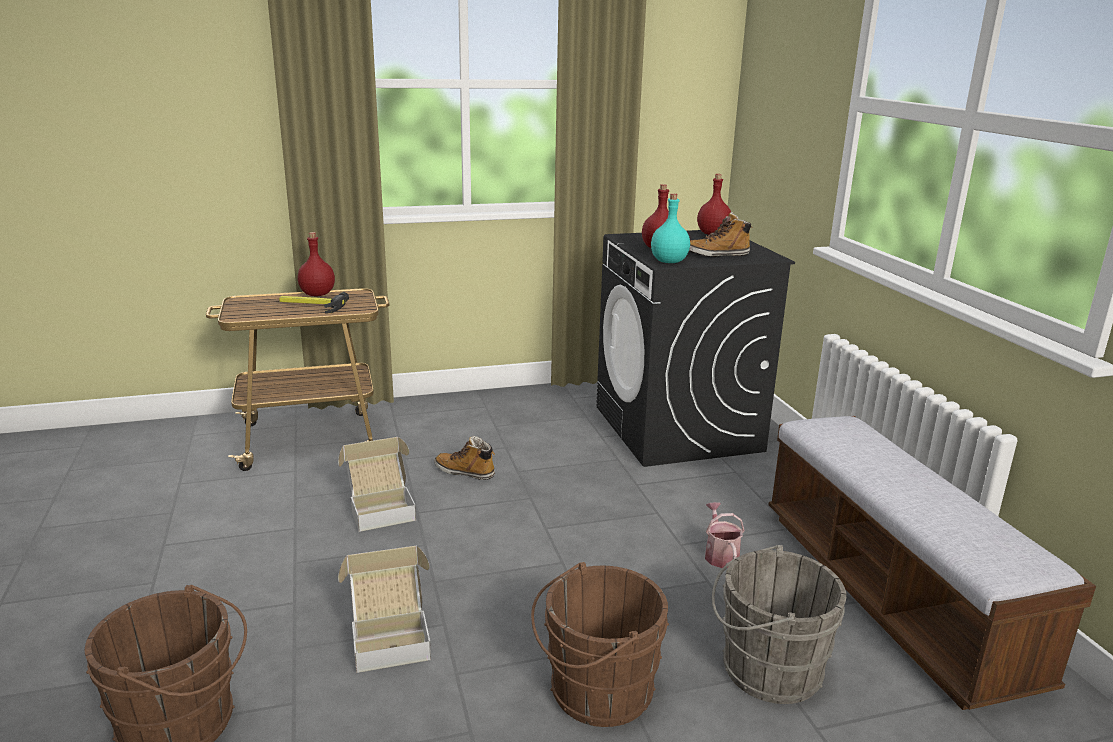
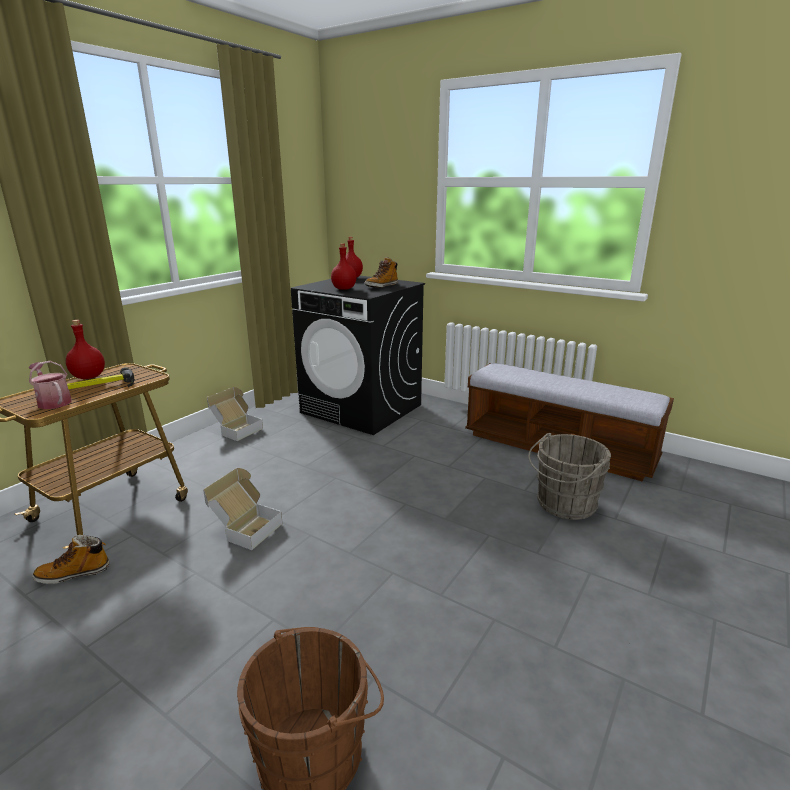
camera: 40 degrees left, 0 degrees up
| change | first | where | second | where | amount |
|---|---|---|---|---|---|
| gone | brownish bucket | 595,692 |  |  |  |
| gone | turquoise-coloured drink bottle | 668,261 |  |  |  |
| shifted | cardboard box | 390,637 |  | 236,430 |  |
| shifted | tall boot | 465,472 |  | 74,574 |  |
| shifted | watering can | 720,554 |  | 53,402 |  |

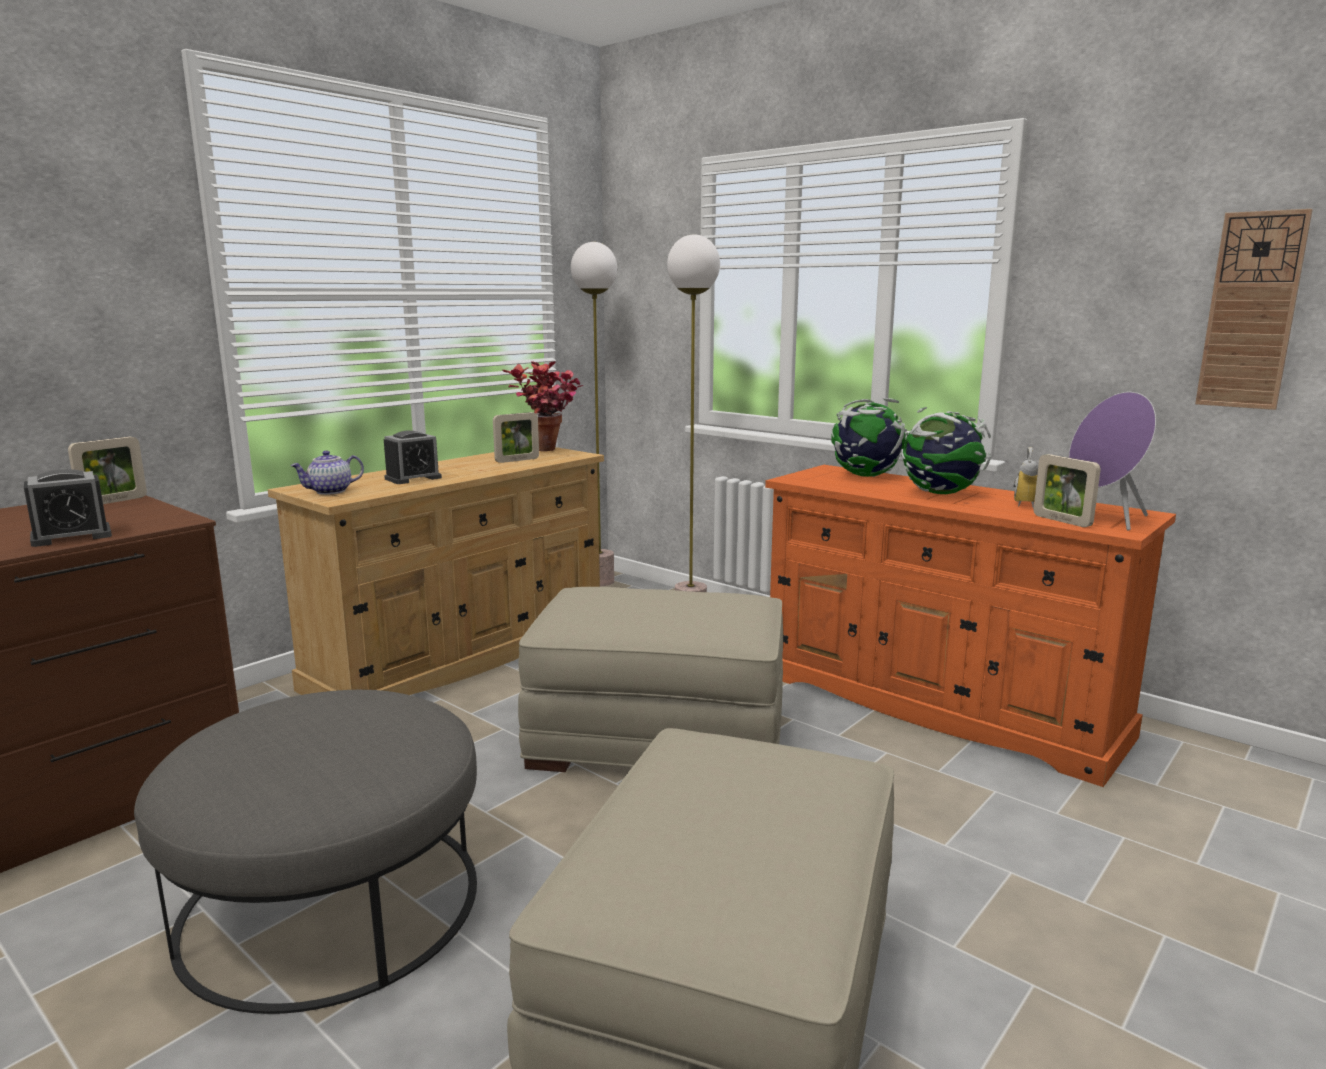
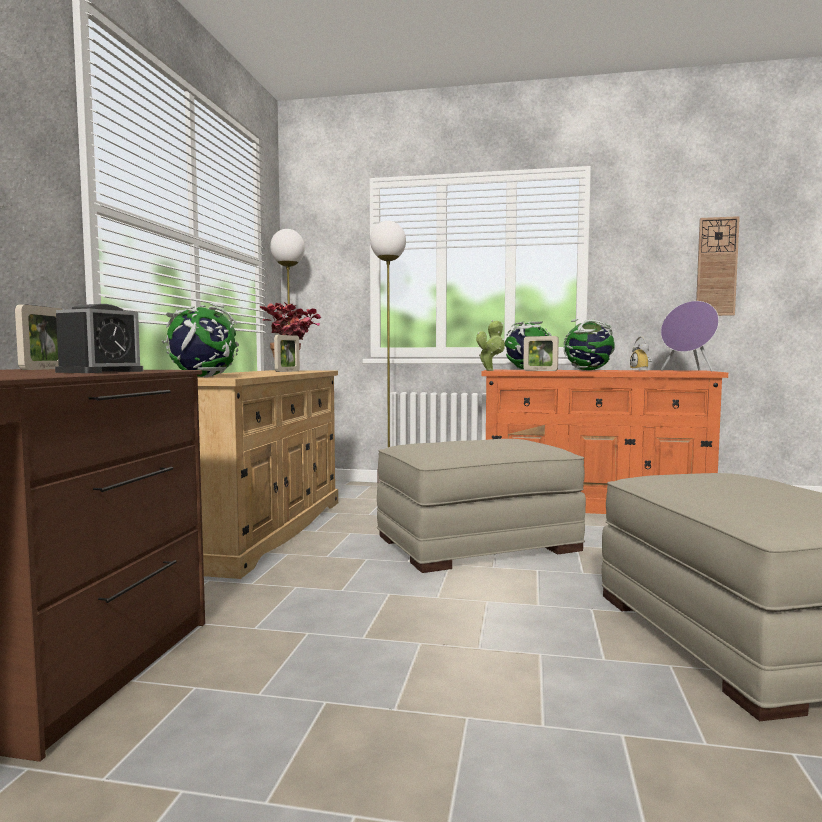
camera: 30 degrees left, 10 degrees down
| change | first | where | second | where | amount |
|---|---|---|---|---|---|
| gone | grey pouffe | 330,902 |  |  |  |
| gone | table clock | 413,478 |  |  |  |
| new |  |  | potted plant | 490,370 |  |
| shifted | standing frame | 1062,521 |  | 540,370 |  |
| swapped | teapot | 330,492 | desk globe | 203,377 |  |

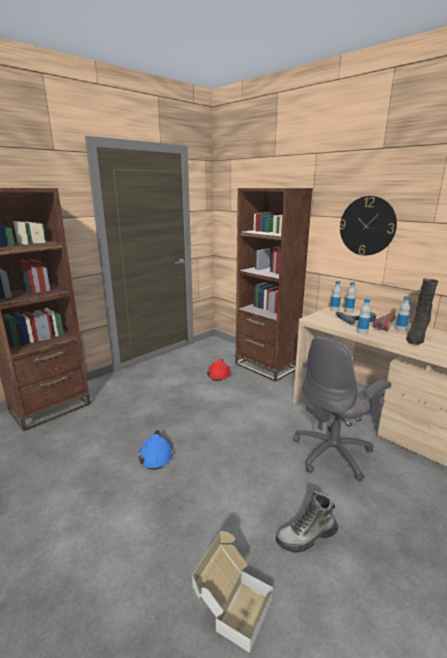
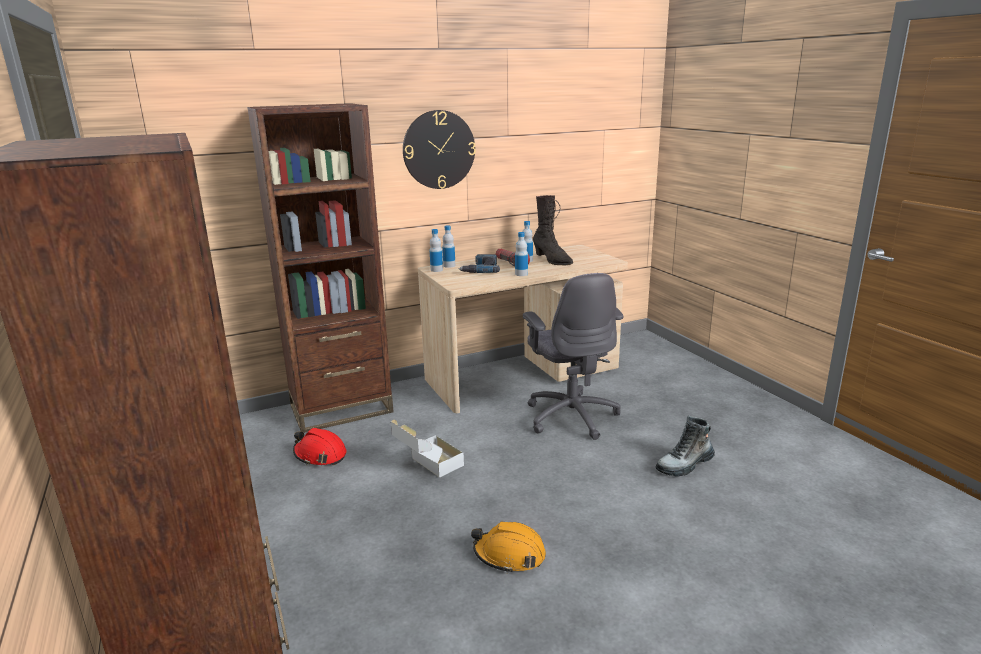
camera: 70 degrees left, 0 degrees up
| change | first | where | second | where | amount |
|---|---|---|---|---|---|
| shifted | cardboard box | 232,606 |  | 427,467 |  |
| repainted | blue work helmet | 156,455 | orange-coloured work helmet | 509,555 |  |
| rotated | tall boot | 306,537 |  | 685,465 | 60 degrees clockwise |

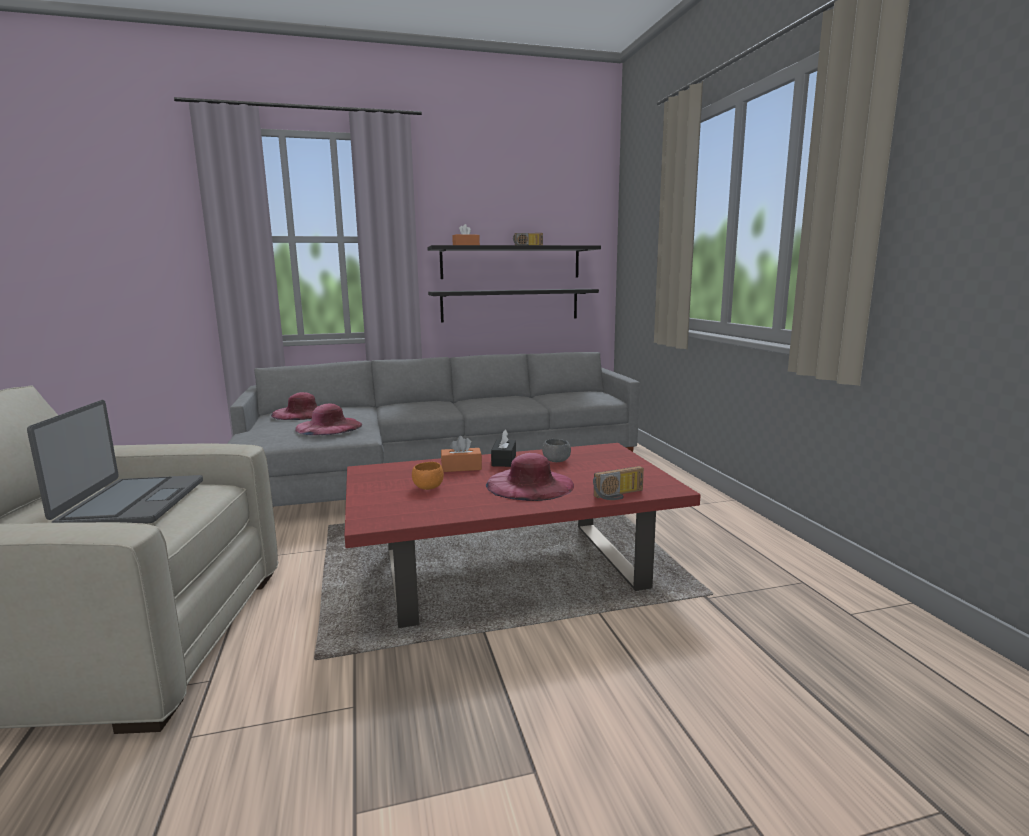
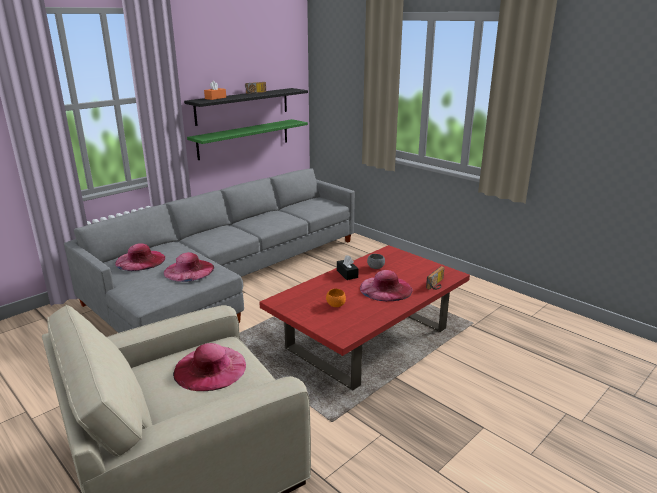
camera: 30 degrees left, 10 degrees up
| change | first | where | second | where | amount |
|---|---|---|---|---|---|
| gone | orange-coloured box of tissues | 461,467 |  |  |  |
| swapped | notebook computer | 131,503 | pinkish hat | 210,368 |  |
| repainted | black-coloured bracket shelf | 510,305 | green bracket shelf | 244,139 |  |

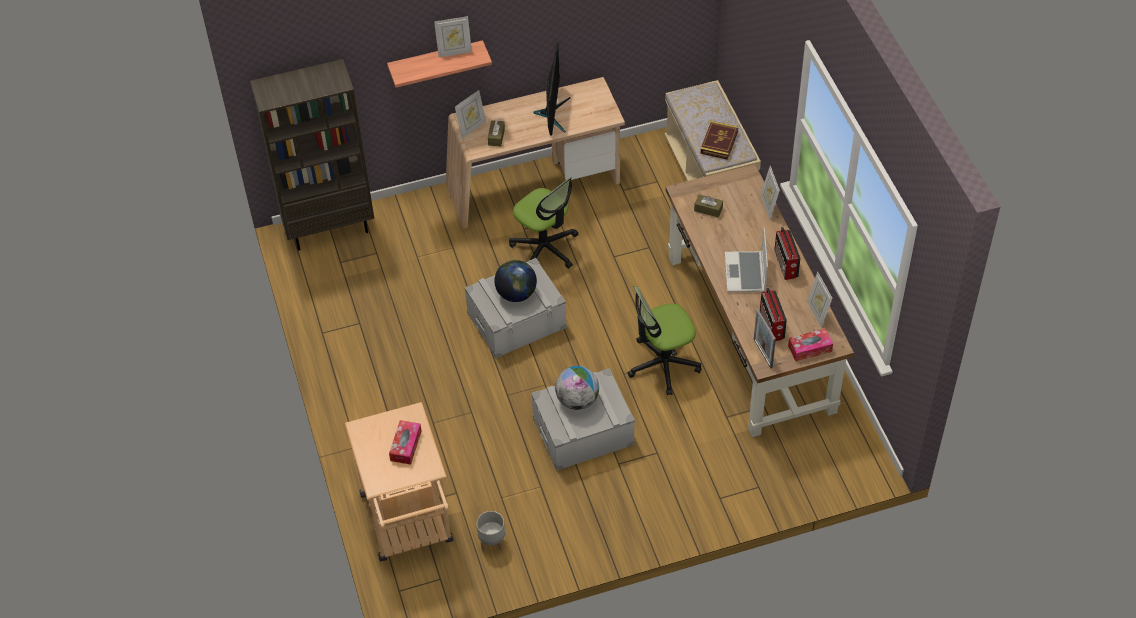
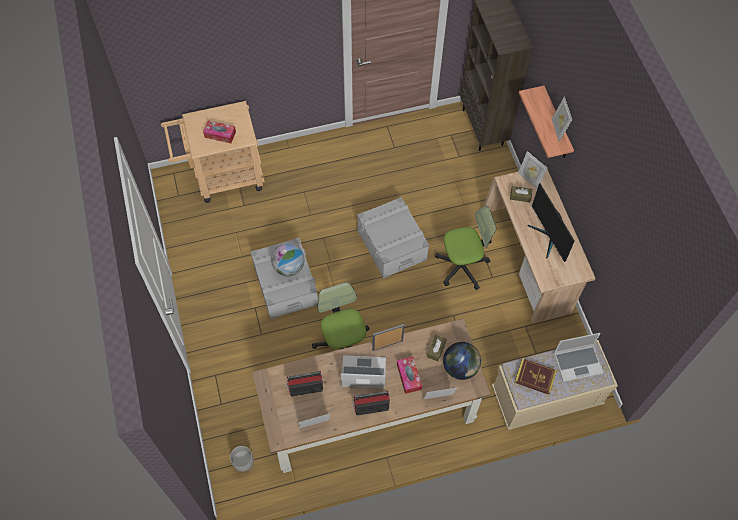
camera: 90 degrees right, 10 degrees up
| change | first | where | second | where | amount |
|---|---|---|---|---|---|
| new |  |  | notebook computer | 578,362 |  |
| shifted | grey plant pot | 491,542 |  | 244,464 |  |
| shifted | desk globe | 516,293 |  | 460,367 |  |
| shifted | standing frame | 762,353 |  | 387,345 |  |
| shifted | box of tissues | 809,348 |  | 408,377 |  |
| rotated | office chair | 545,248 |  | 462,266 | 150 degrees counterclockwise |
| rotated | computer display | 553,113 |  | 548,237 | 60 degrees clockwise |

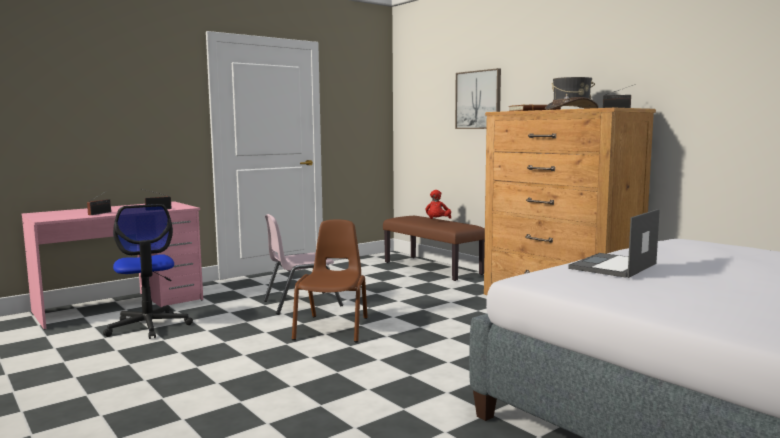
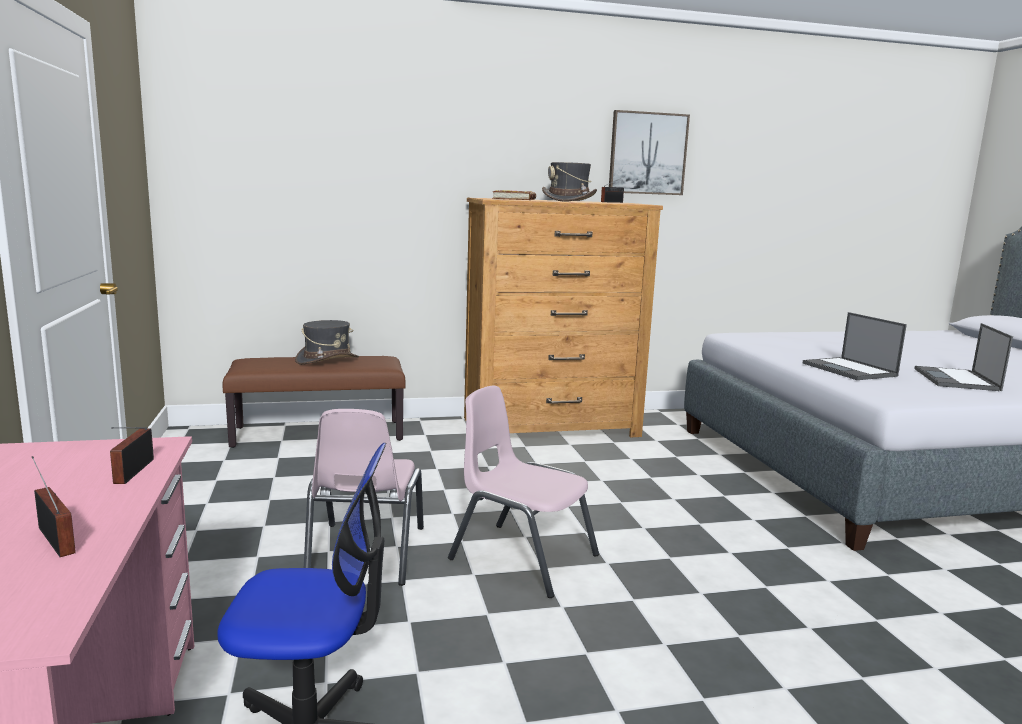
camera: 65 degrees left, 5 degrees up
| change | first | where | second | where | amount |
|---|---|---|---|---|---|
| new |  |  | notebook computer | 957,380 |  |
| shifted | wall art | 478,100 |  | 647,153 |  |
| swapped | reddish plush toy | 437,221 | grey hat | 327,360 |  |
| repainted | brownish upright chair | 333,328 | pinkish upright chair | 522,557 |  |

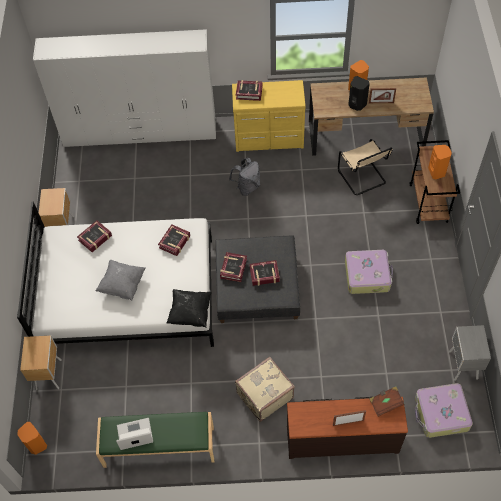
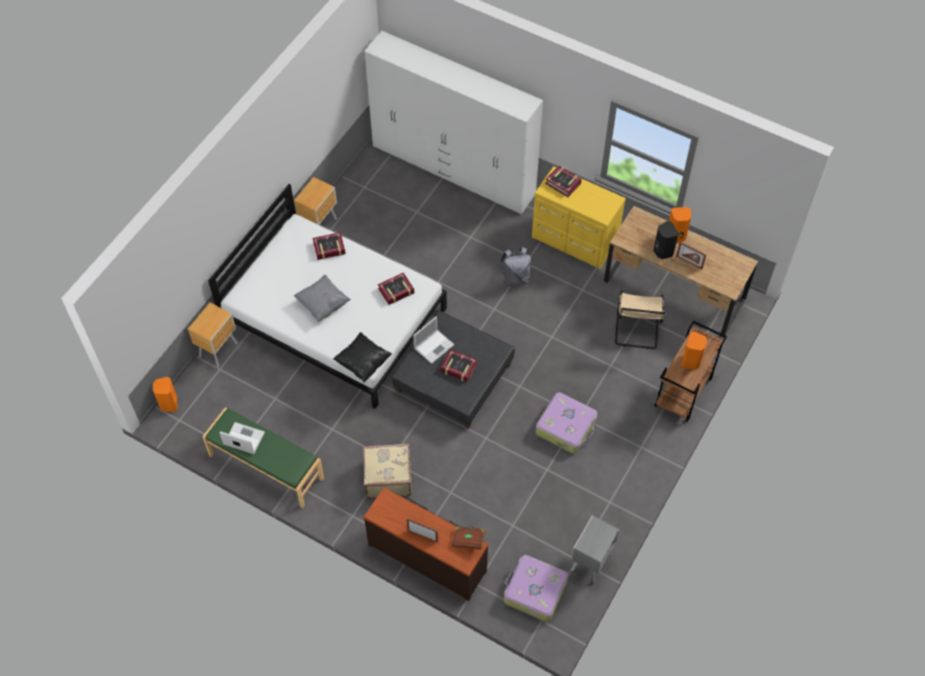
camera: 30 degrees right, 0 degrees up
| change | first | where | second | where | amount |
|---|---|---|---|---|---|
| swapped | volume | 233,268 | notebook computer | 434,346 |  |

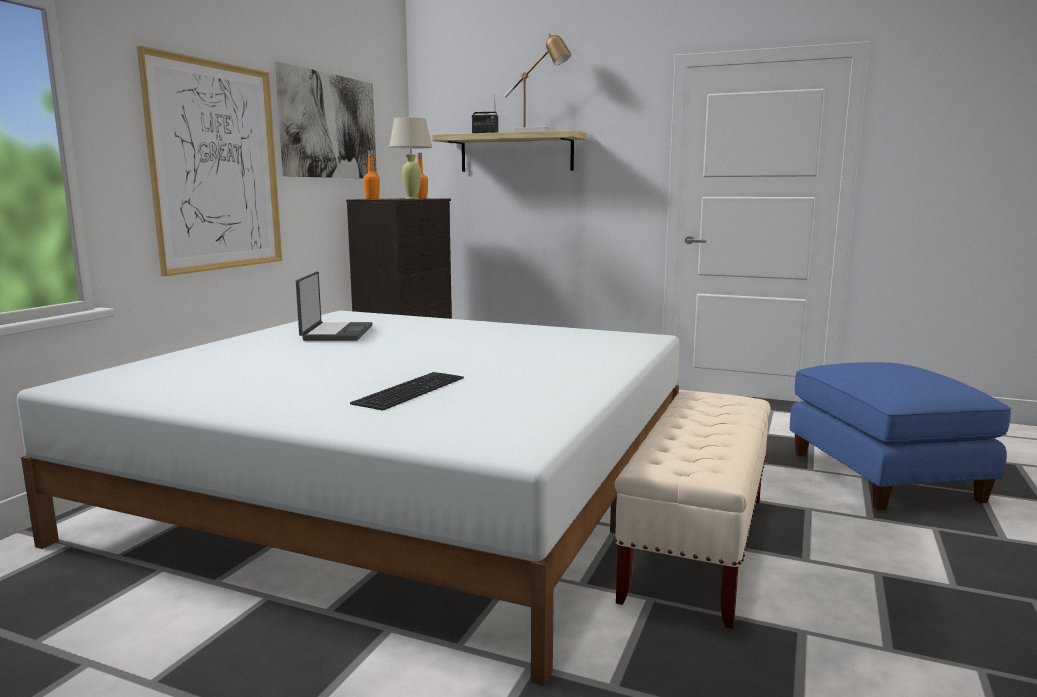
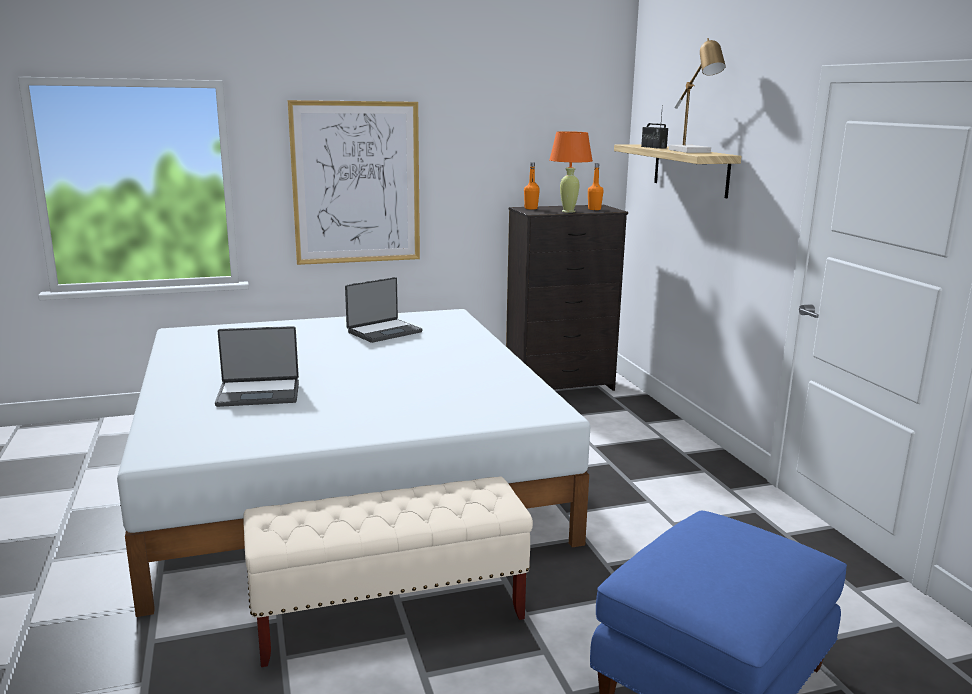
camera: 50 degrees right, 5 degrees up
| change | first | where | second | where | amount |
|---|---|---|---|---|---|
| gone | wall art | 329,126 |  |  |  |
| swapped | keyboard | 409,389 | notebook computer | 259,393 |  |
| repainted | beige table lamp | 412,198 | orange-coloured table lamp | 568,211 |  |

